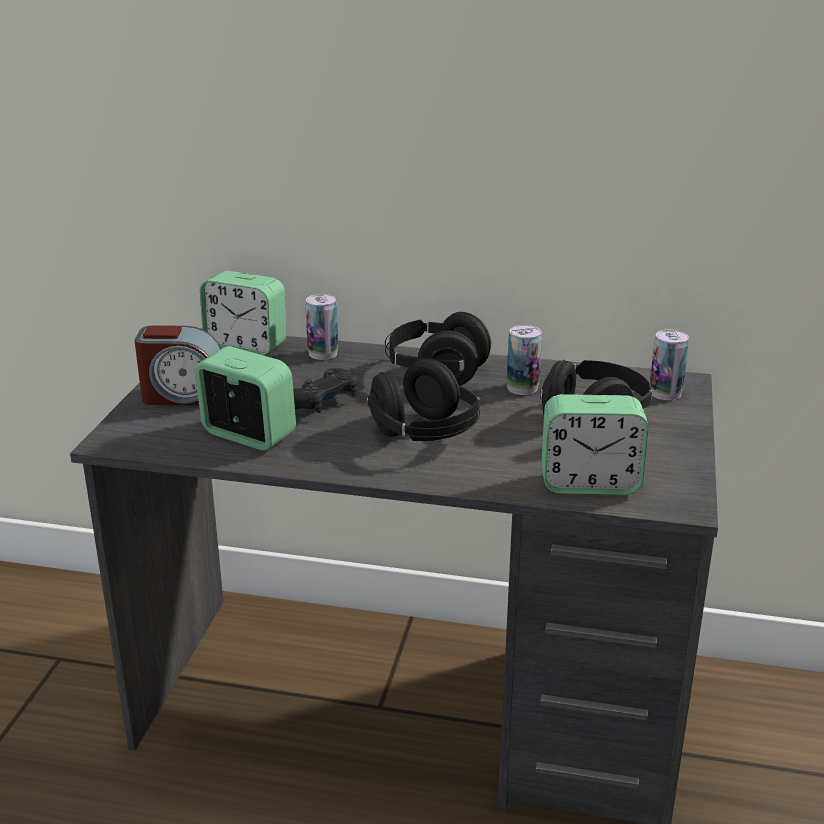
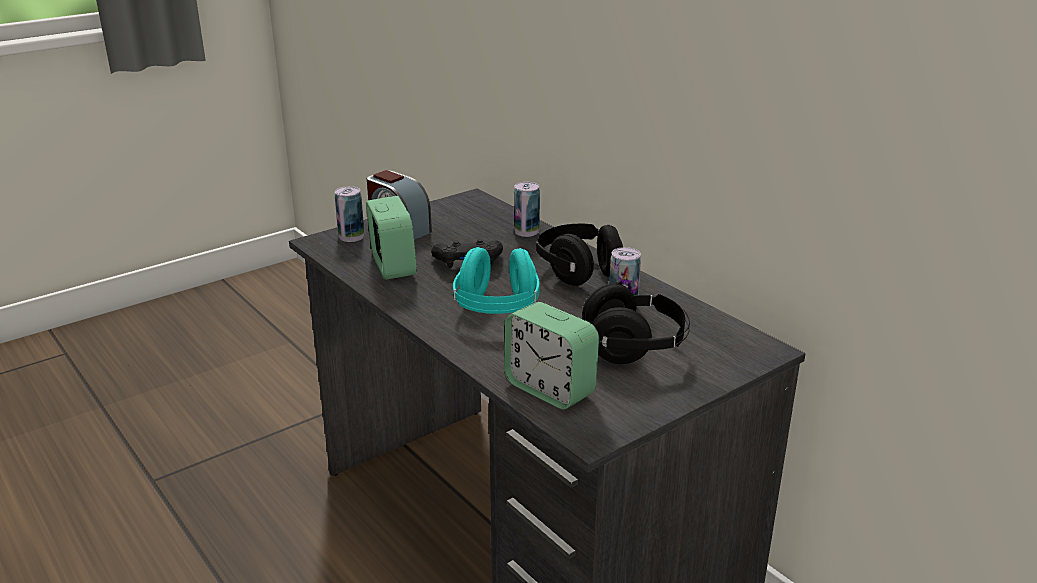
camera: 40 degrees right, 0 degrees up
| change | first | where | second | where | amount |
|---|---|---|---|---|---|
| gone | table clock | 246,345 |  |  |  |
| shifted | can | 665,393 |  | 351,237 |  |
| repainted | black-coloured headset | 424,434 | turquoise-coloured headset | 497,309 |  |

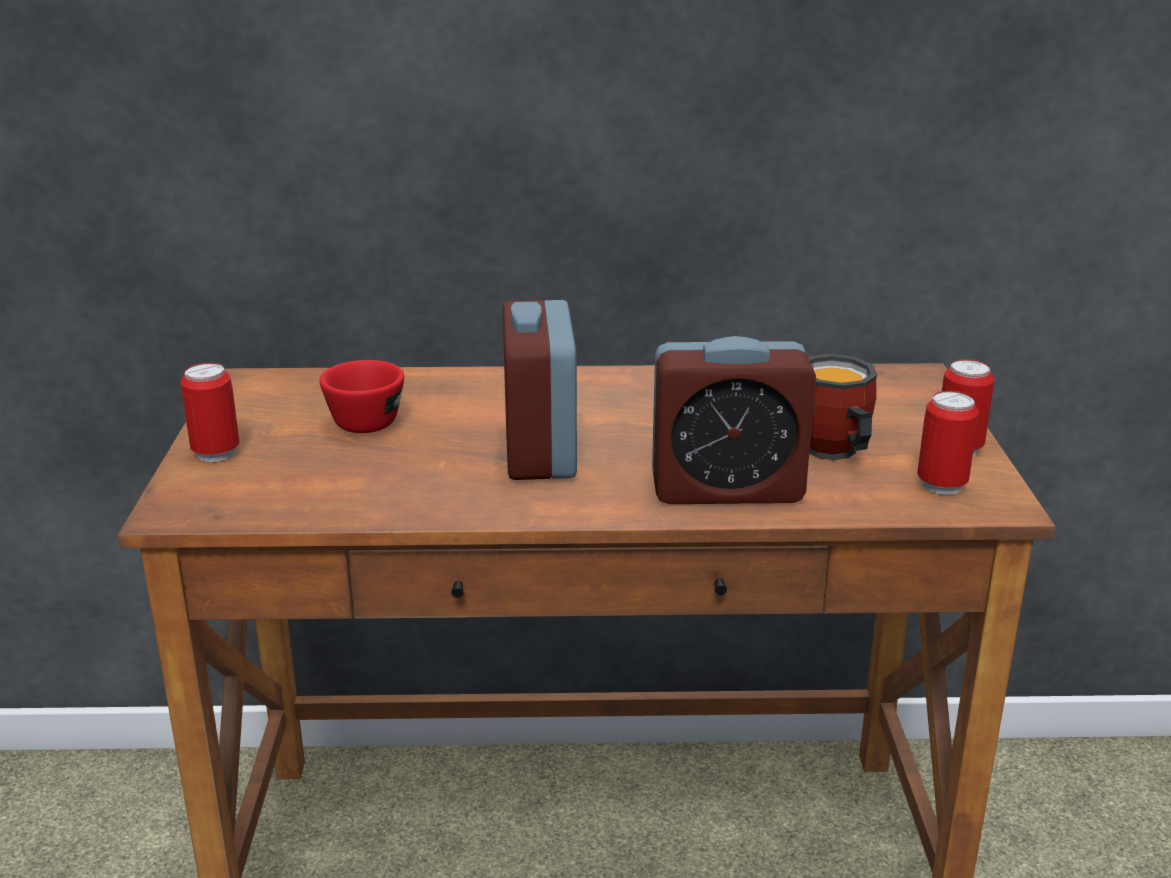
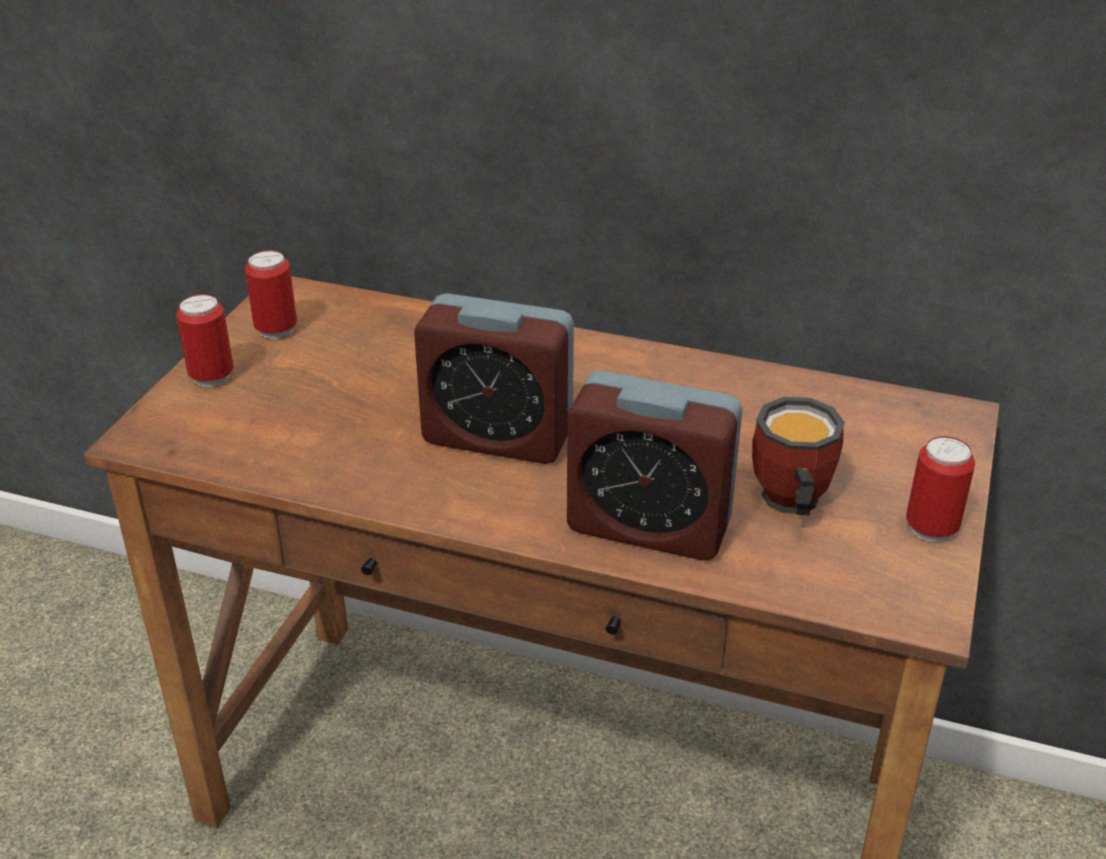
camera: 20 degrees right, 10 degrees up
| change | first | where | second | where | amount |
|---|---|---|---|---|---|
| gone | reddish cup | 368,418 |  |  |  |
| shifted | can | 941,485 |  | 276,330 |  |
| rotated | table clock | 540,451 |  | 497,437 | 90 degrees counterclockwise |

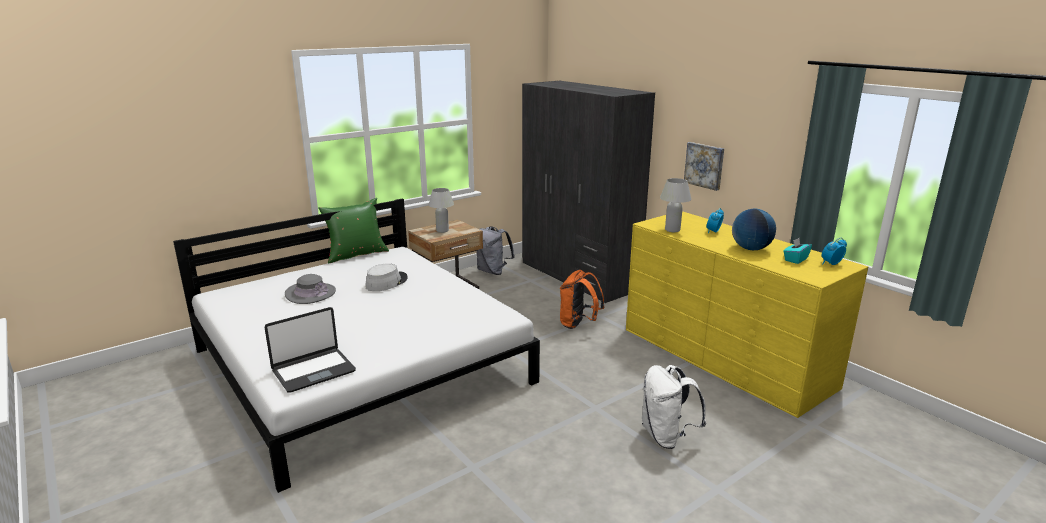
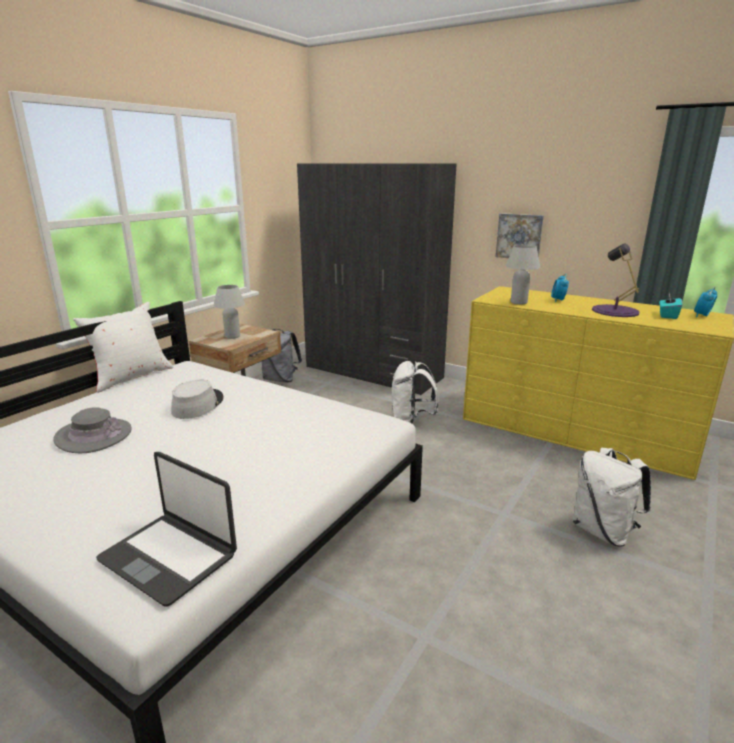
camera: 20 degrees left, 0 degrees up
| change | first | where | second | where | amount |
|---|---|---|---|---|---|
| swapped | desk globe | 751,249 | purple table lamp | 615,311 |  |
| repainted | green cushion | 356,254 | white-coloured cushion | 131,377 |  |
| repainted | orange-coloured rucksack | 578,324 | white-coloured rucksack | 411,421 |  |
| rotated | notebook computer | 313,371 |  | 169,557 | 90 degrees clockwise |

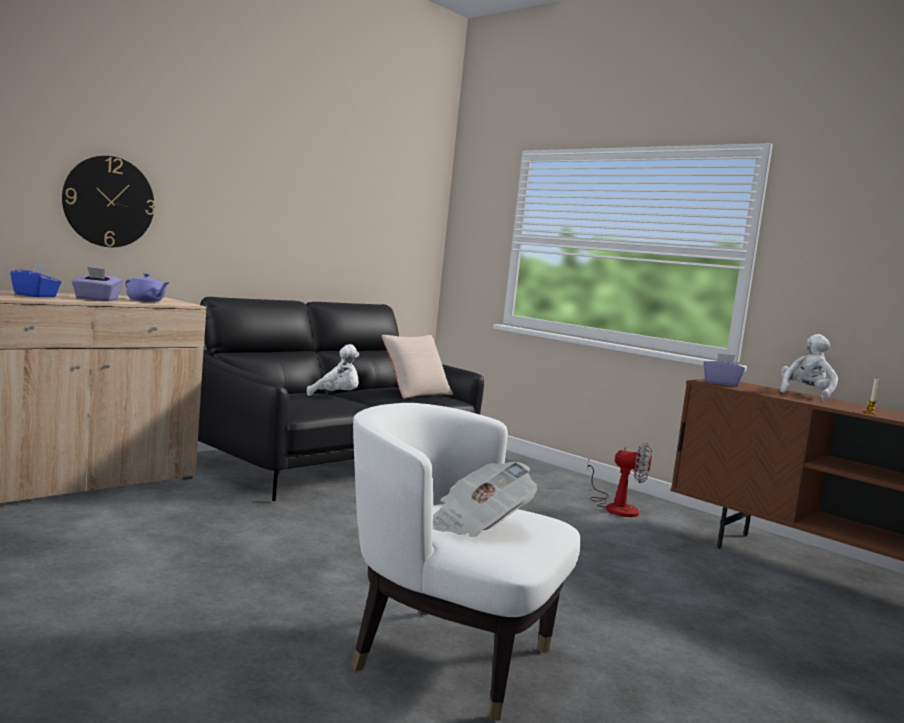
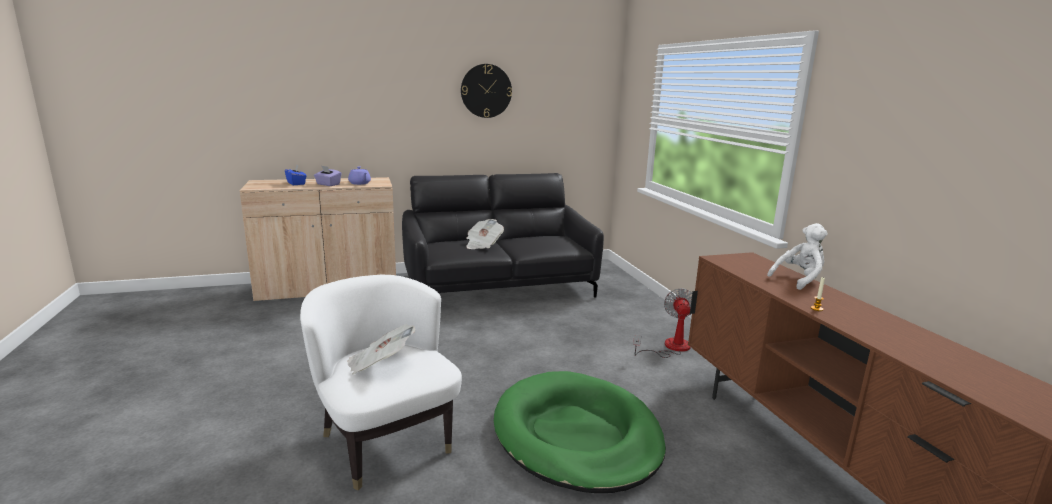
camera: 30 degrees right, 10 degrees up
| change | first | where | second | where | amount |
|---|---|---|---|---|---|
| gone | beige cushion | 415,393 |  |  |  |
| gone | purple box of tissues | 721,383 |  |  |  |
| new |  |  | green pet bed | 577,435 |  |
| shifted | wall clock | 109,202 |  | 486,91 |  |
| swapped | white-coloured plush toy | 336,396 | printed paper | 483,245 |  |
| rotated | fan | 616,507 |  | 670,347 | 135 degrees counterclockwise |

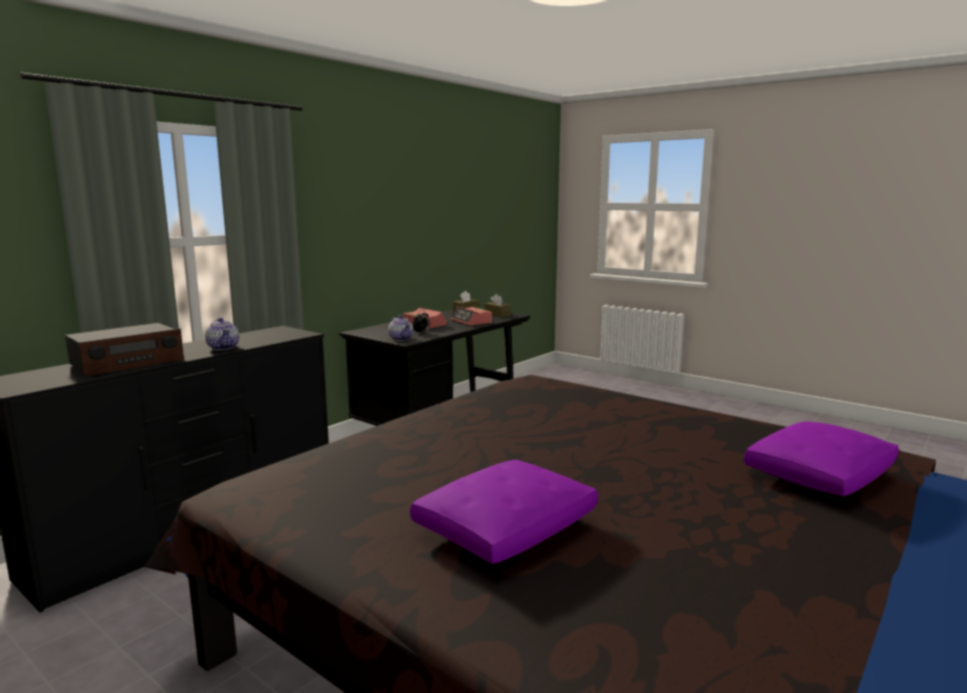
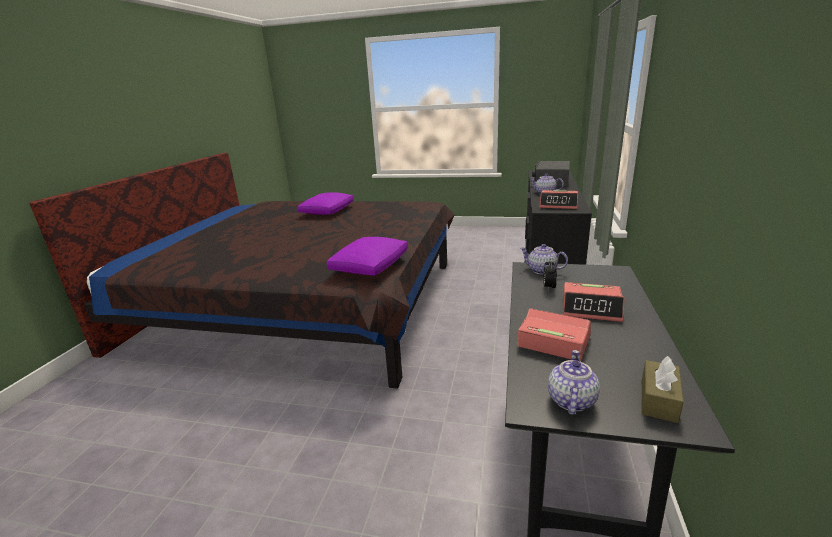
camera: 155 degrees right, 10 degrees up
| change | first | where | second | where | amount |
|---|---|---|---|---|---|
| new |  |  | table clock | 558,205 |  |
| shifted | purple cushion | 818,476 |  | 370,265 |  |
| swapped | brownish box of tissues | 497,314 | teapot | 570,400 |  |

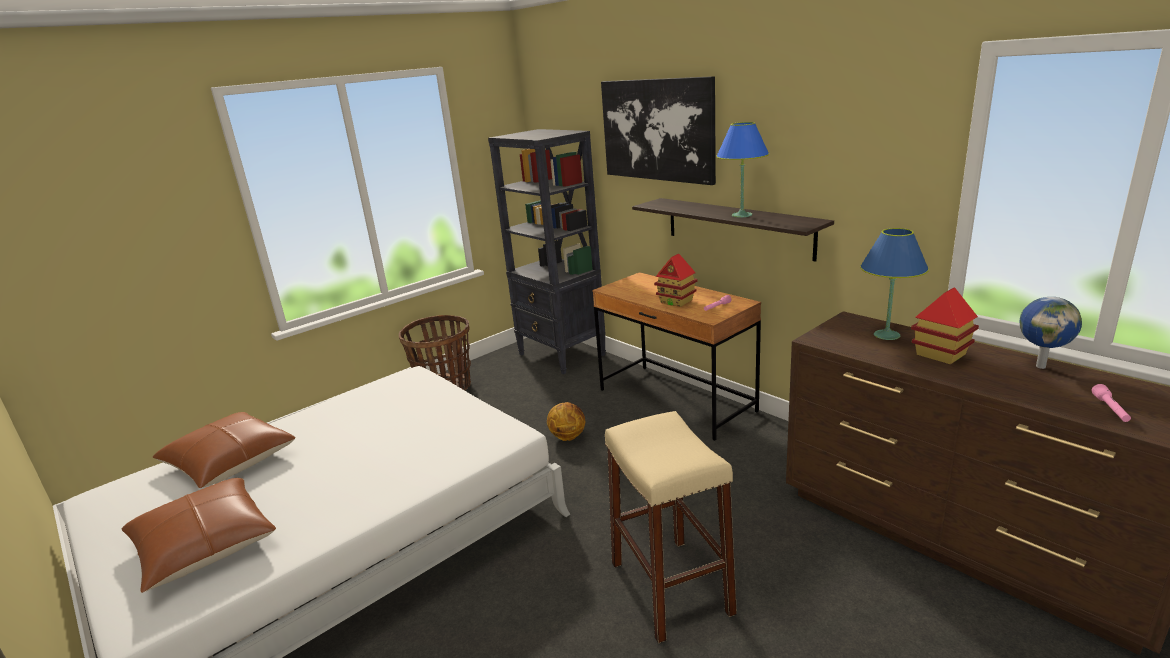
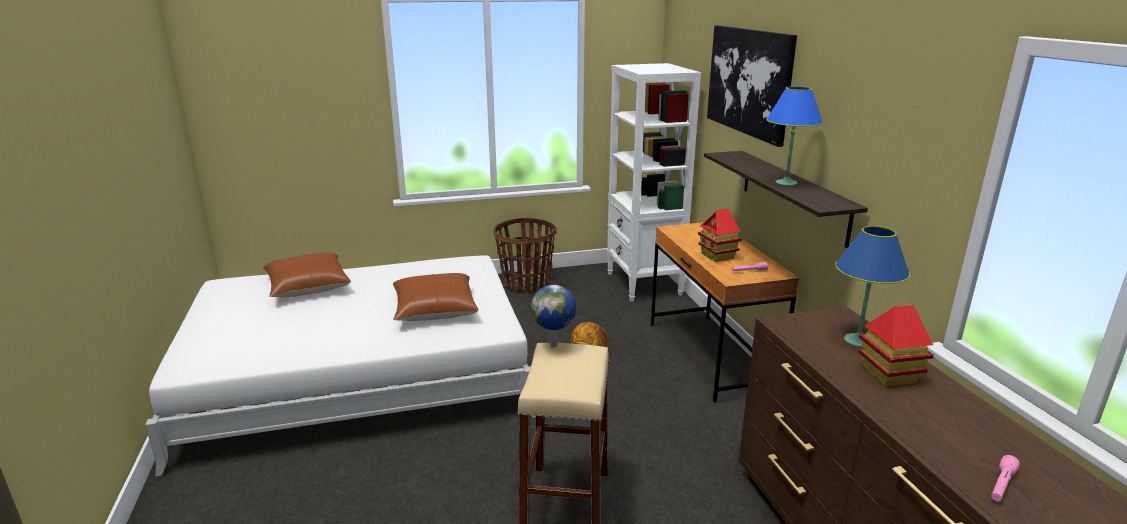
camera: 25 degrees right, 0 degrees up
| change | first | where | second | where | amount |
|---|---|---|---|---|---|
| shifted | brownish cushion | 204,546 |  | 435,309 |  |
| shifted | desk globe | 1041,366 |  | 554,345 |  |
| repainted | black-coloured bookshelf | 562,355 | white-coloured bookshelf | 643,284 |  |

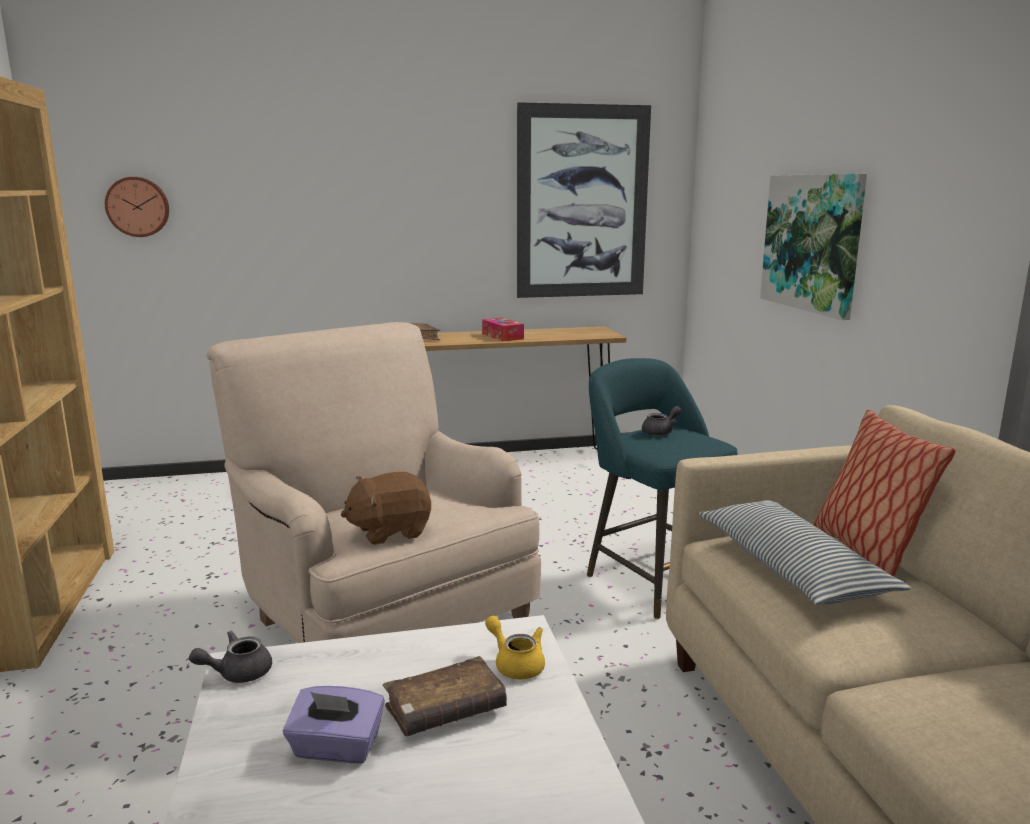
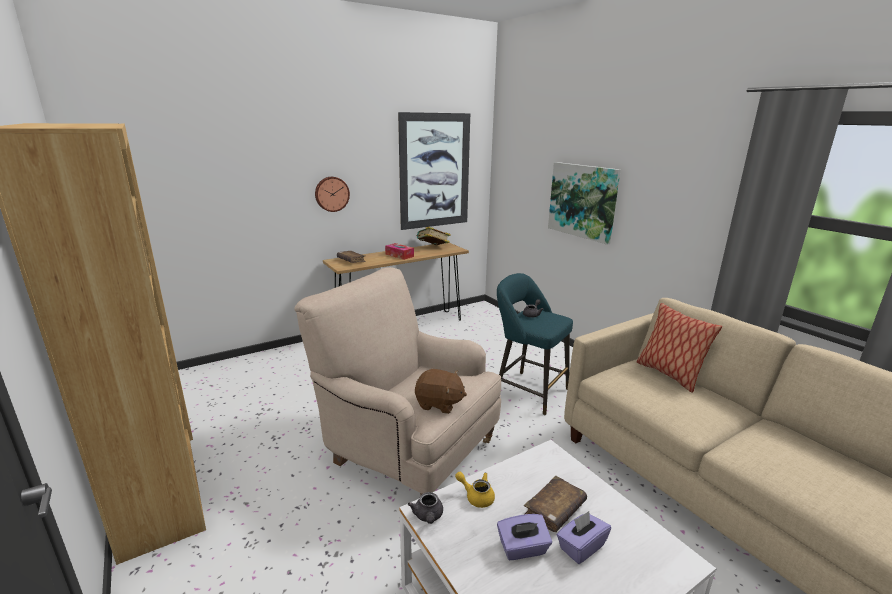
camera: 20 degrees left, 5 degrees up
| change | first | where | second | where | amount |
|---|---|---|---|---|---|
| gone | cushion | 791,569 |  |  |  |
| new |  |  | volume | 432,248 |  |
| new |  |  | purple box of tissues | 581,547 |  |
| shifted | wall clock | 138,207 |  | 331,194 |  |
| shifted | yellowish teapot | 516,664 |  | 476,496 |  |
| rotated | grey teapot | 237,673 |  | 428,516 | 45 degrees counterclockwise |
| rotated | brownish plush toy | 389,531 |  | 439,404 | 120 degrees counterclockwise |

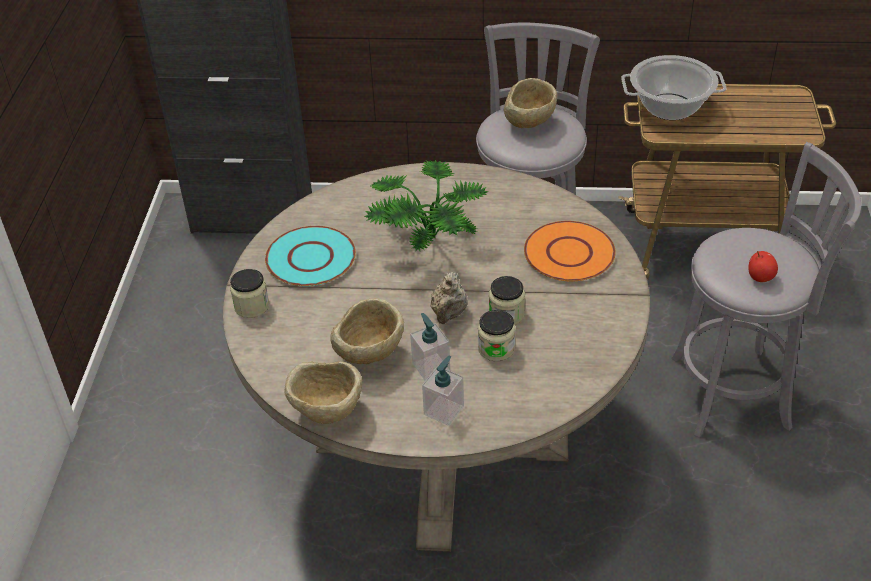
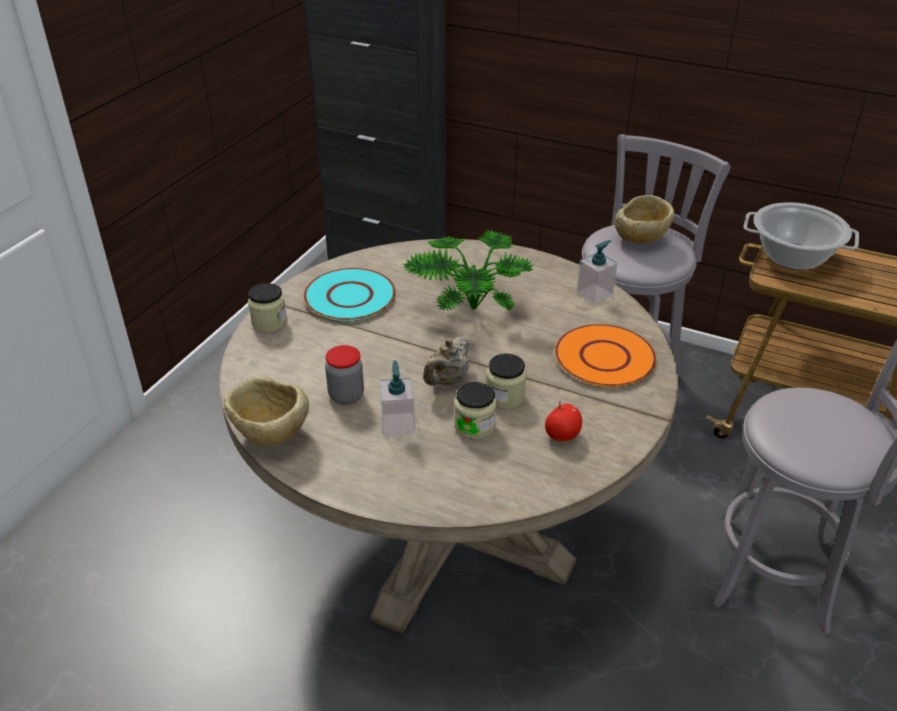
camera: 20 degrees right, 5 degrees down
| change | first | where | second | where | amount |
|---|---|---|---|---|---|
| shifted | soap dispenser | 444,410 |  | 595,294 |  |
| shifted | whole apple | 760,277 |  | 562,435 |  |
| swapped | beige bowl | 369,355 | jar | 346,395 |  |

